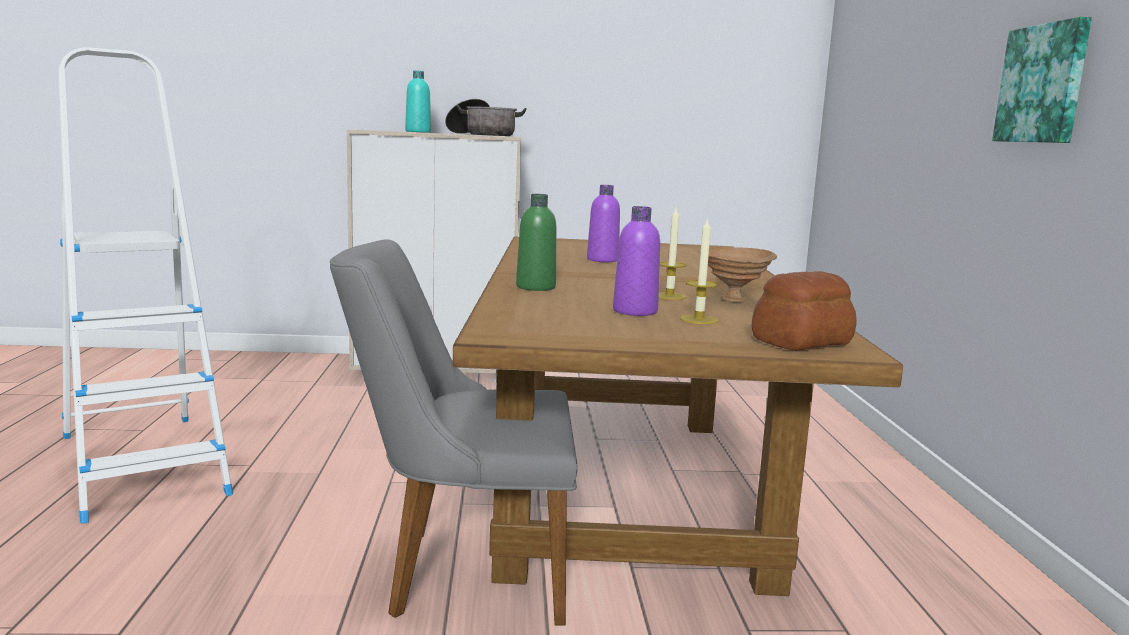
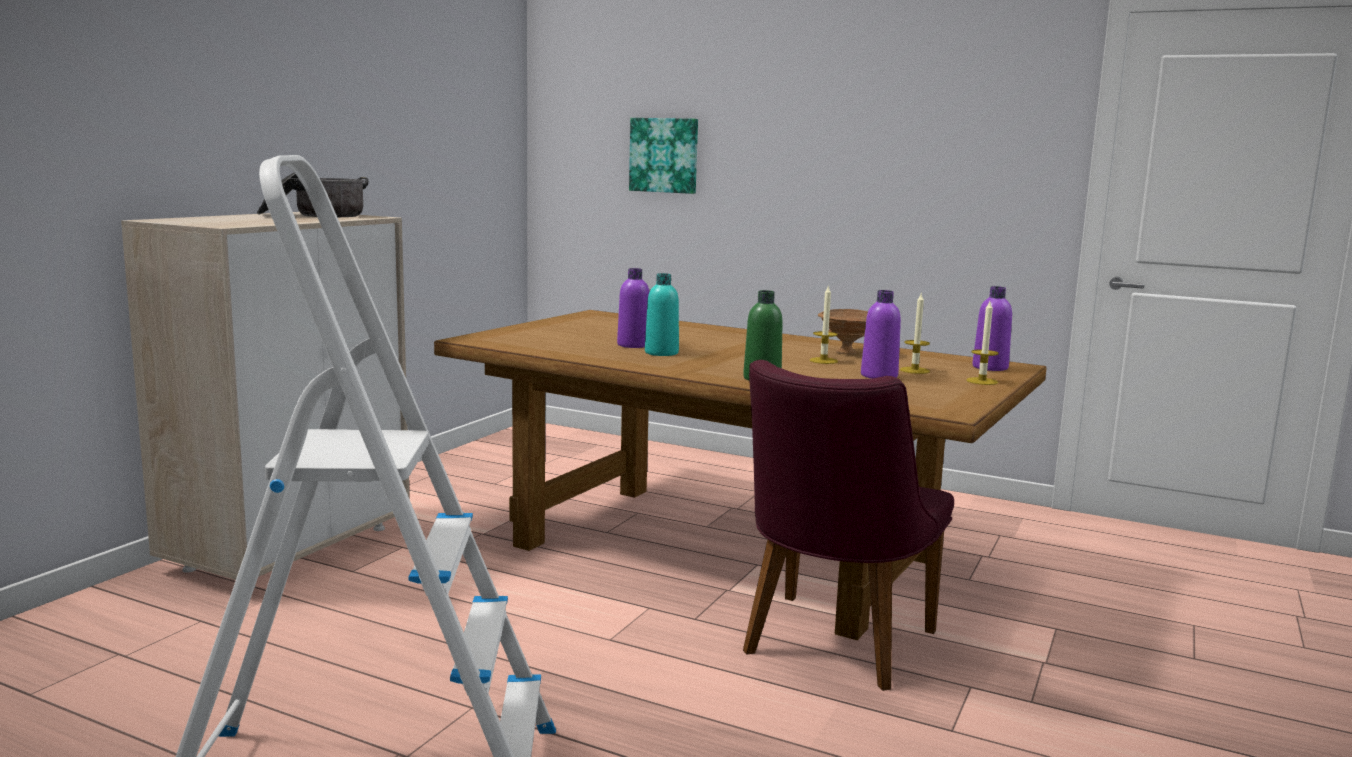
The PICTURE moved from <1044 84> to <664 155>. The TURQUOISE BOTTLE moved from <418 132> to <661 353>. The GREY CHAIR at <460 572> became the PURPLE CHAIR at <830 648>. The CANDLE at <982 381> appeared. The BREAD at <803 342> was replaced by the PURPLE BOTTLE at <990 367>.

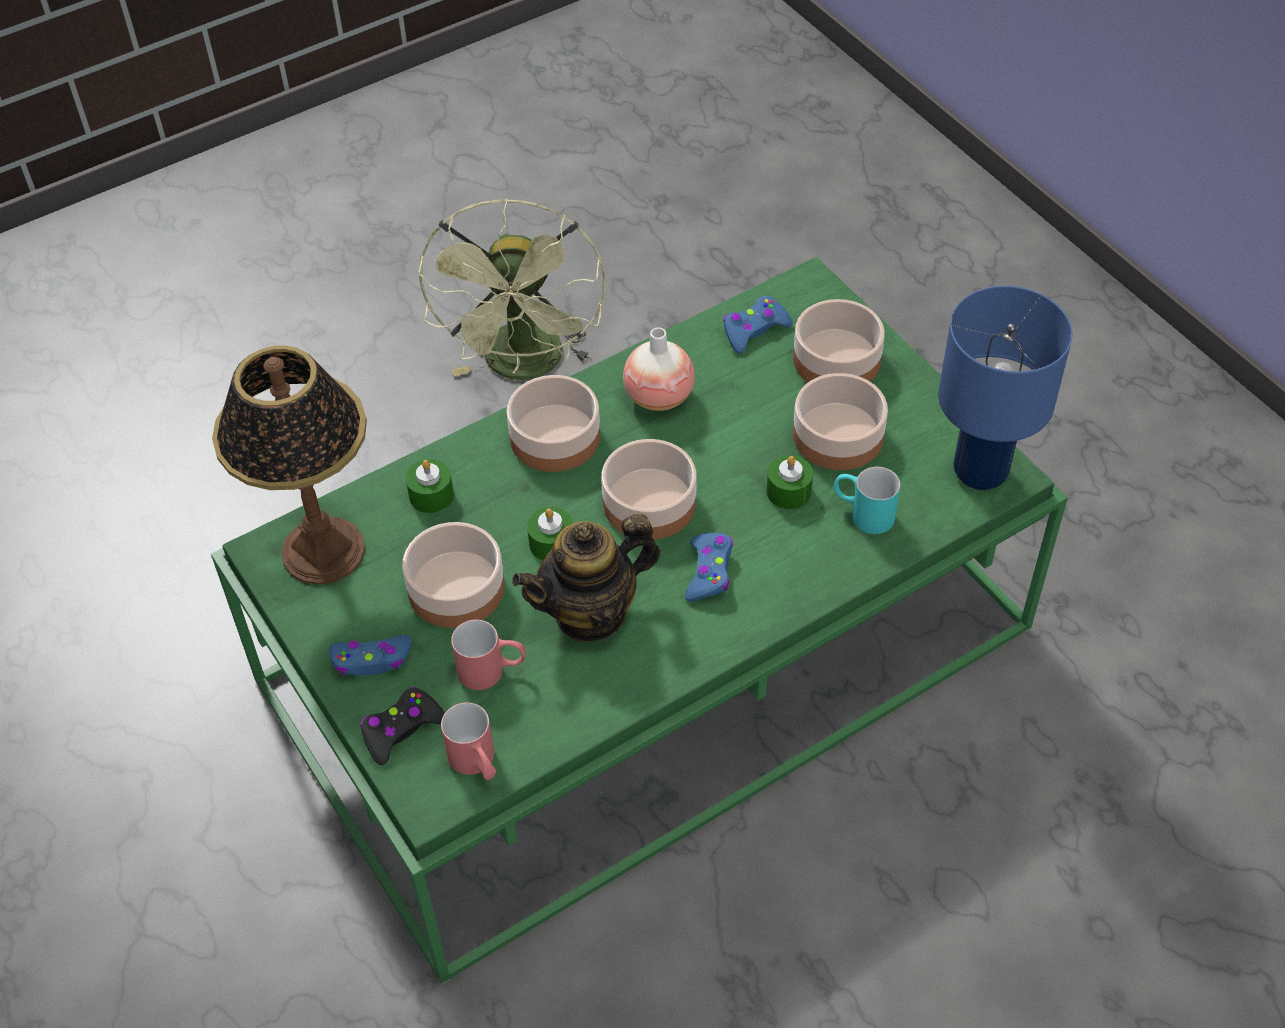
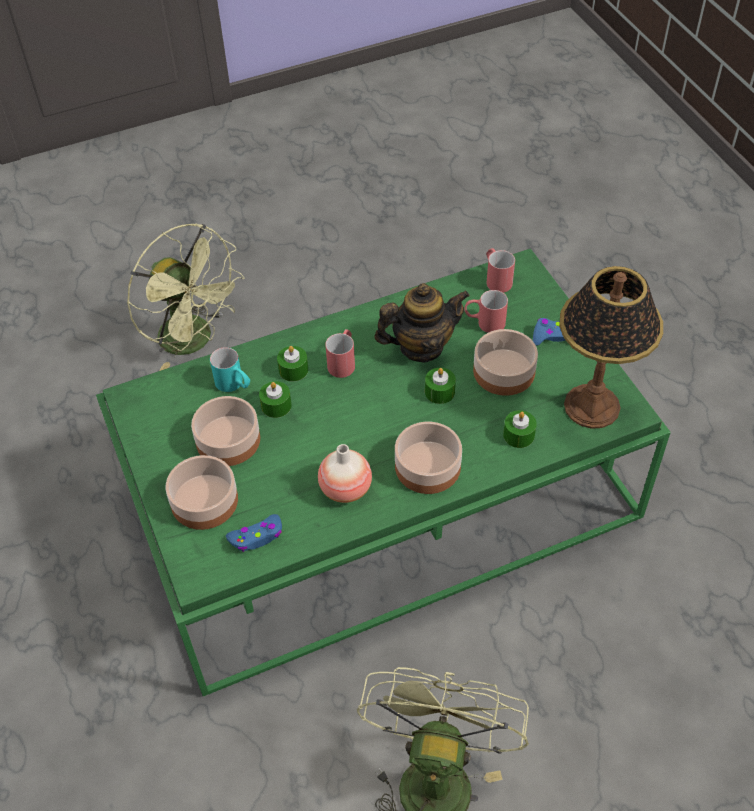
The GREEN FAN at <195 341> appeared. The GREEN CANDLE at <293 370> appeared. The BLUE GAME CONTROLLER at <709 572> was replaced by the RED MUG at <343 361>. The BLACK GAME CONTROLLER at <401 730> disappeared. The BOWL at <647 503> disappeared. The BLUE TABLE LAMP at <983 472> disappeared.

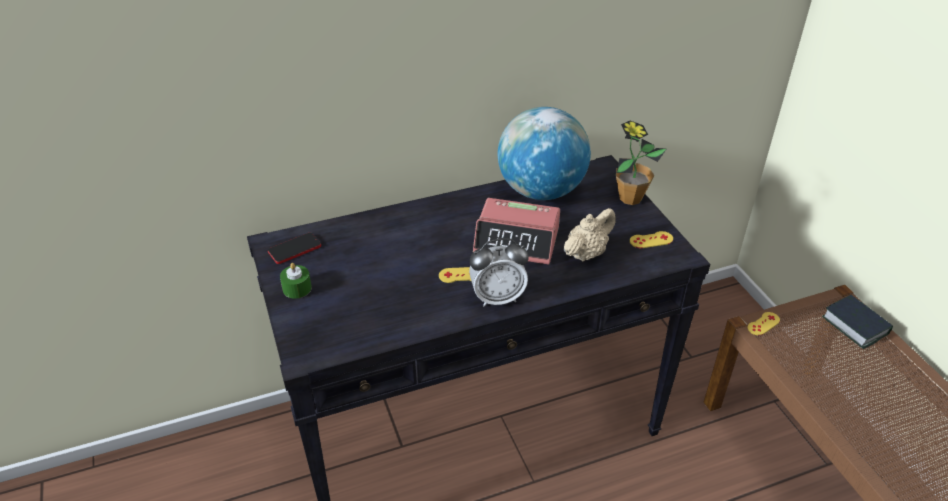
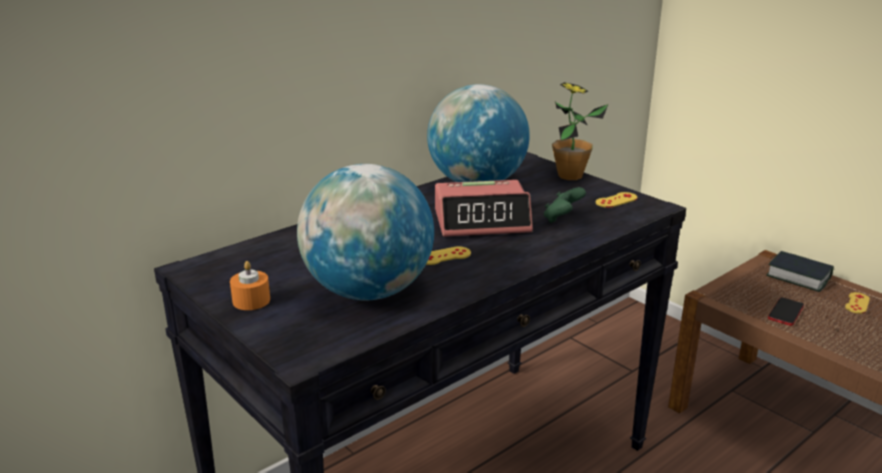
The GREEN CANDLE at <297 288> became the ORANGE CANDLE at <251 300>. The GLOBE at <368 291> appeared. The BEIGE TEAPOT at <586 253> was replaced by the GREEN GAME CONTROLLER at <562 219>. The PHONE moved from <294 249> to <785 312>. The YELLOW GAME CONTROLLER moved from <763 324> to <857 303>. The ALARM CLOCK at <497 298> disappeared.

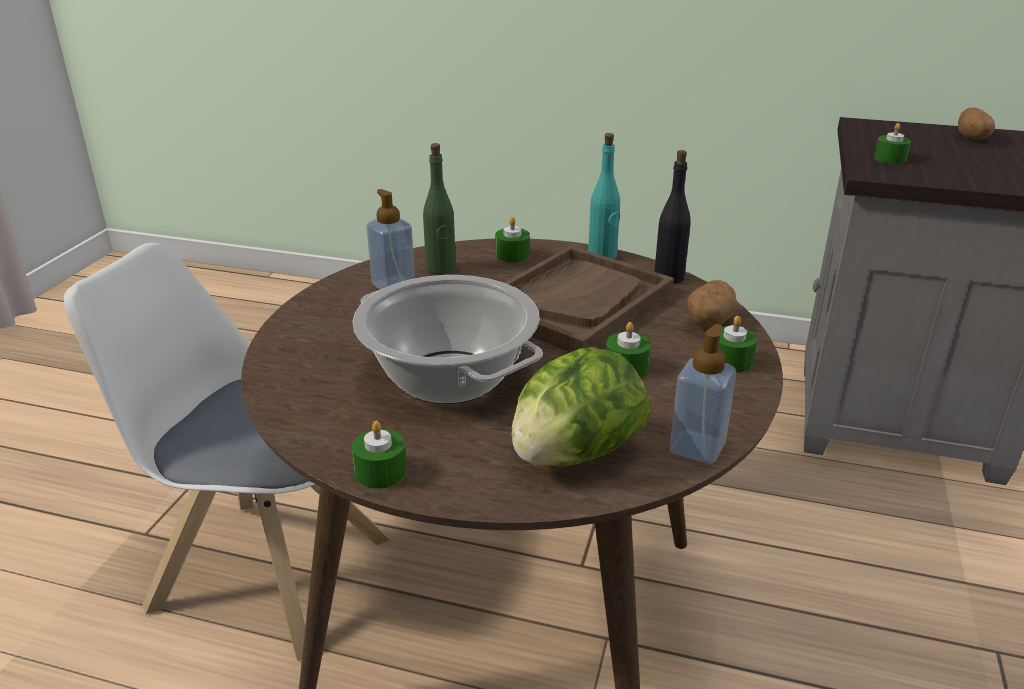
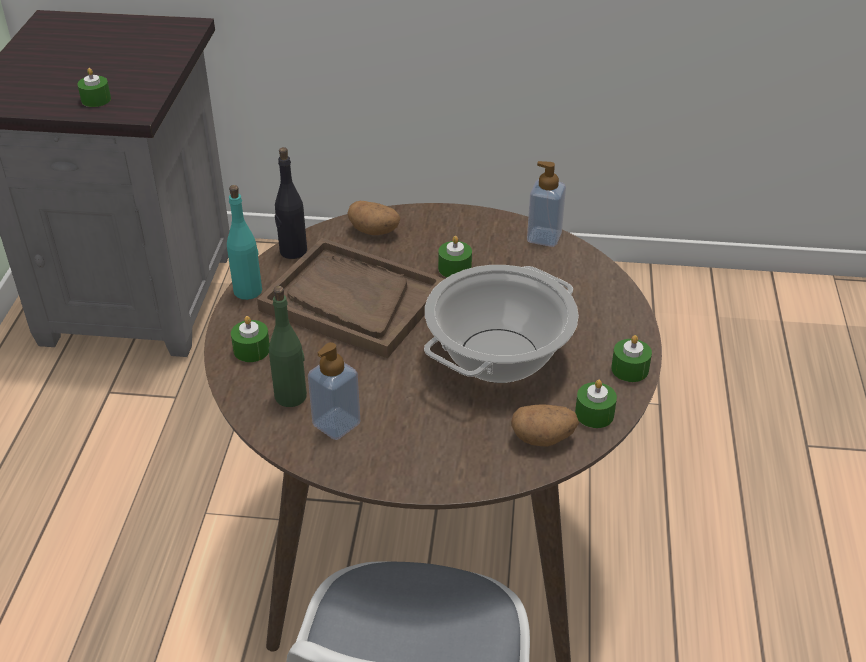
The POTATO moved from <972 138> to <543 438>. The GREEN CANDLE moved from <731 361> to <594 414>. The LETTUCE at <575 454> disappeared.

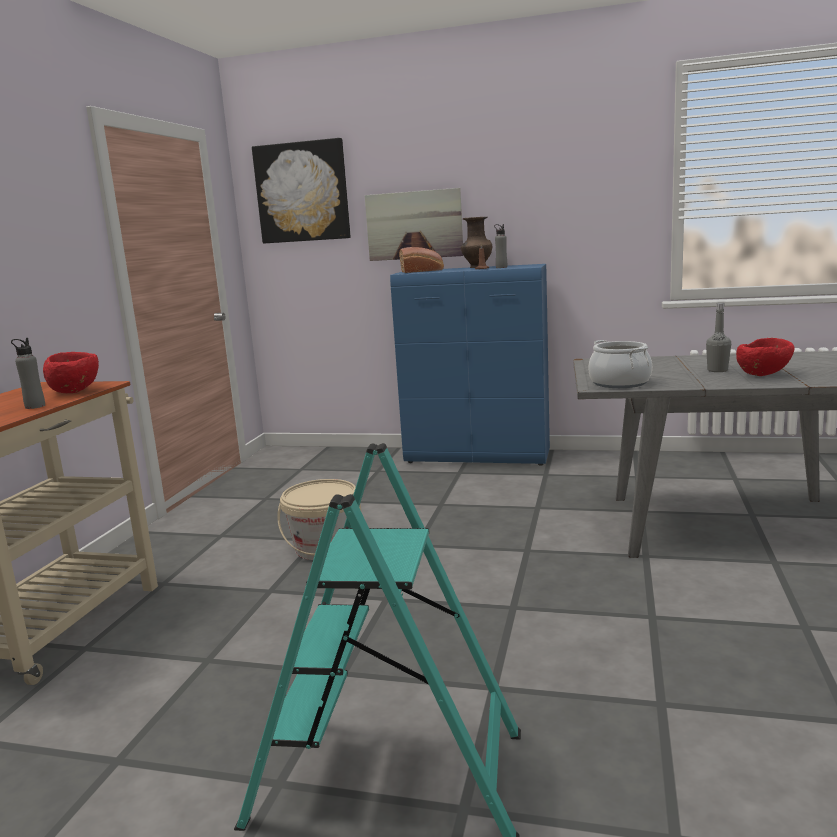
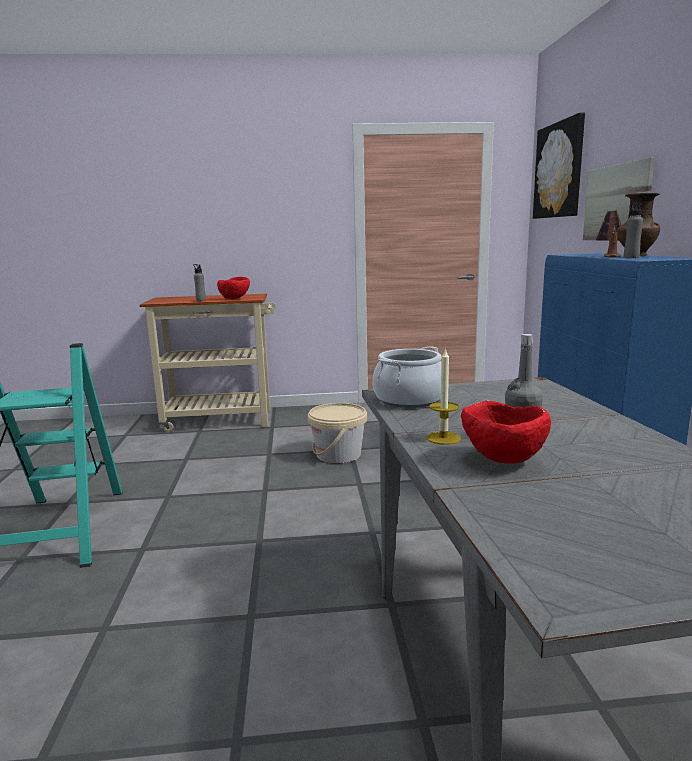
The CANDLE at <443 438> appeared. The BREAD at <422 271> disappeared.

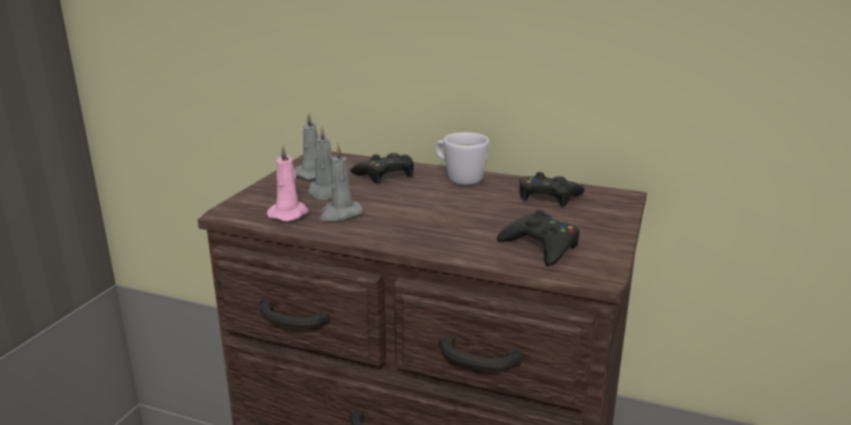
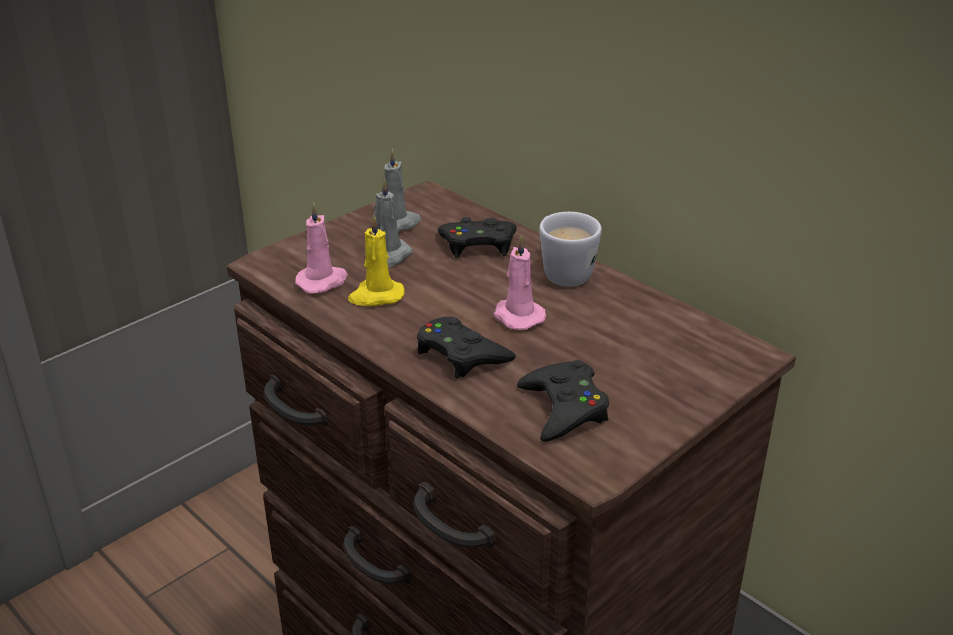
The GREY CANDLE at <340 214> became the YELLOW CANDLE at <376 296>. The BLACK GAME CONTROLLER moved from <547 197> to <461 354>. The PINK CANDLE at <517 316> appeared.

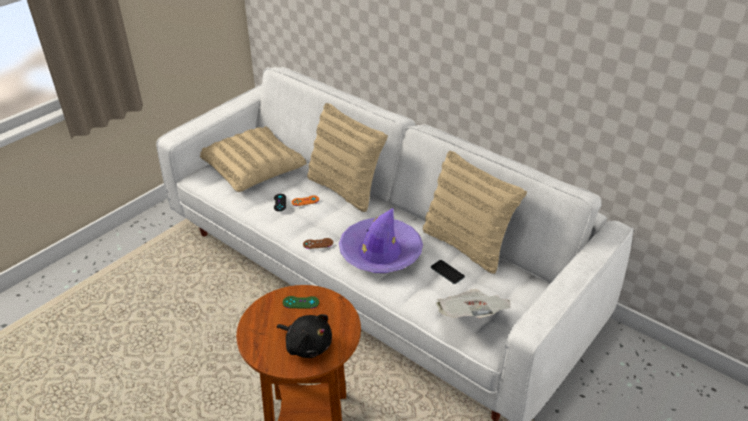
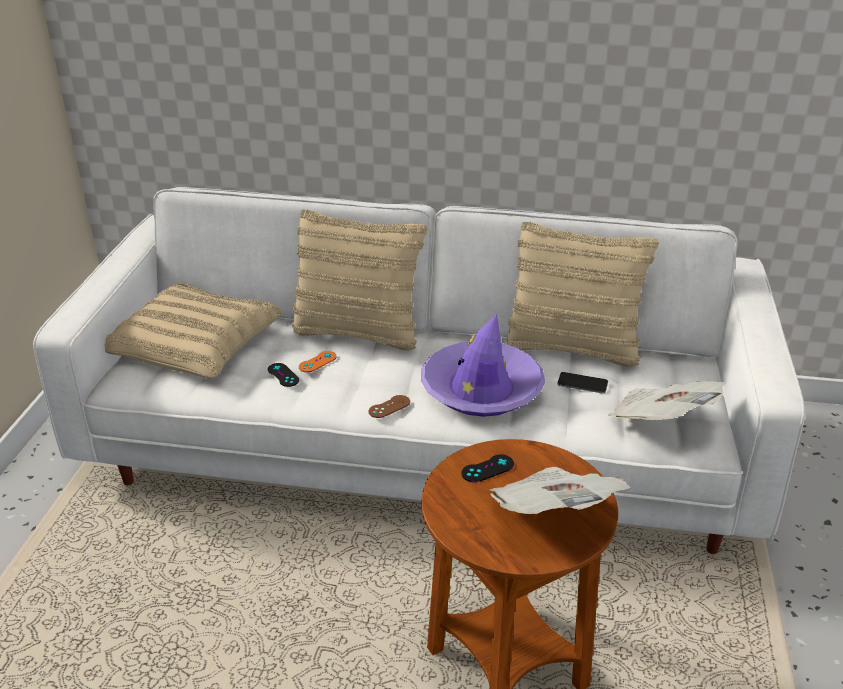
The GREEN GAME CONTROLLER at <301 302> became the BLACK GAME CONTROLLER at <487 469>. The BLACK PLUSH TOY at <307 345> was replaced by the NEWSPAPER at <553 516>.

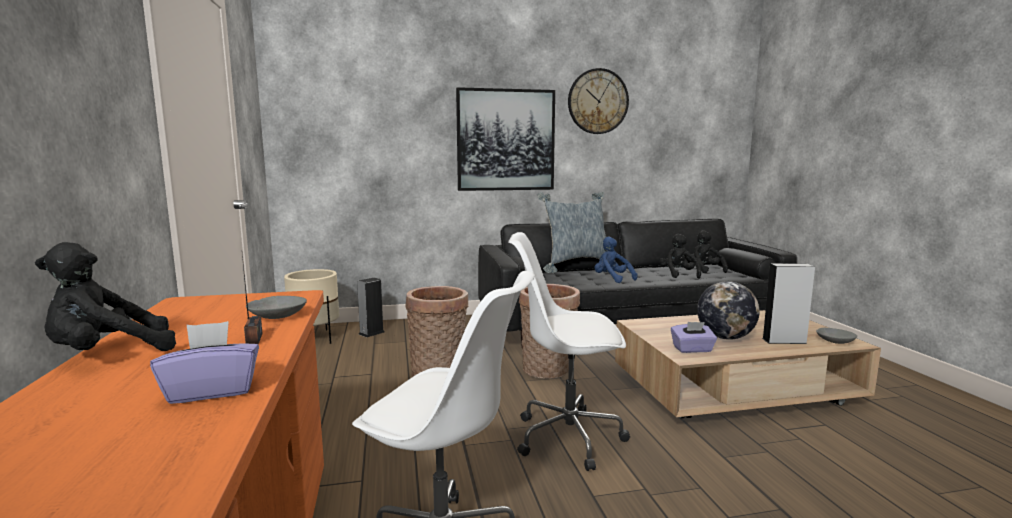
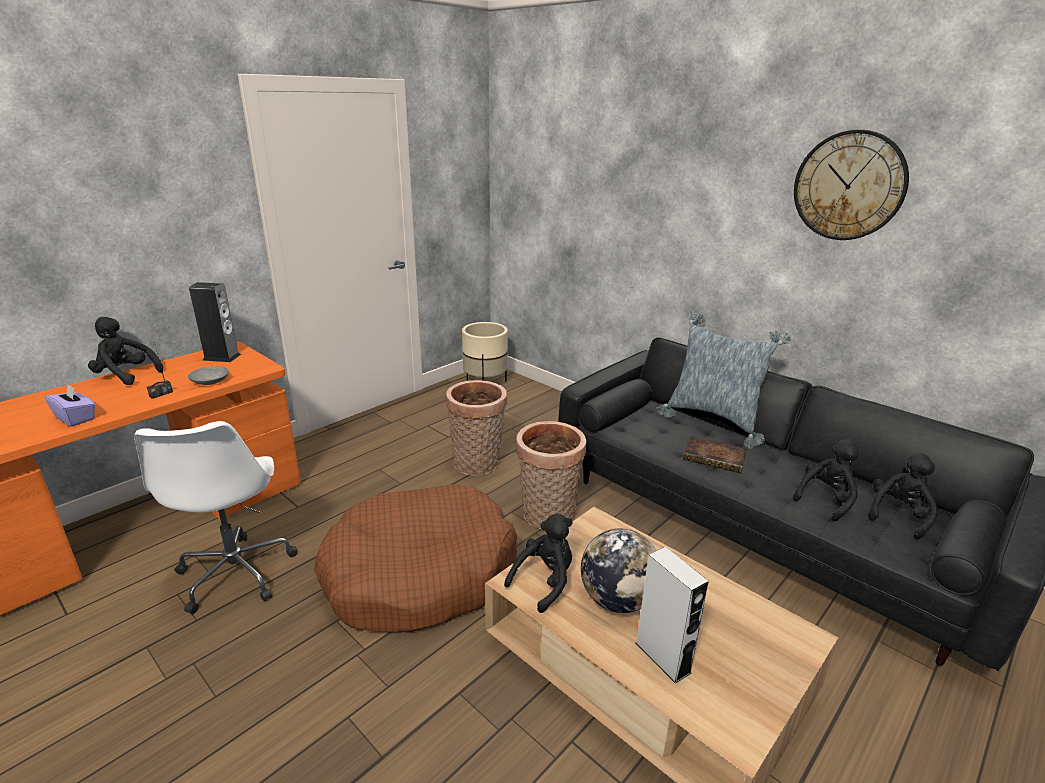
The SPEAKER moved from <371 333> to <222 357>. The WHITE OFFICE CHAIR at <565 437> was replaced by the BROWN DOG BED at <420 574>. The PURPLE TISSUE BOX at <692 349> was replaced by the BLACK PLUSH TOY at <544 582>. The BLUE PLUSH TOY at <612 279> was replaced by the BOOK at <715 458>. The PICTURE at <505 140> disappeared. The GREY BOWL at <835 341> disappeared.

